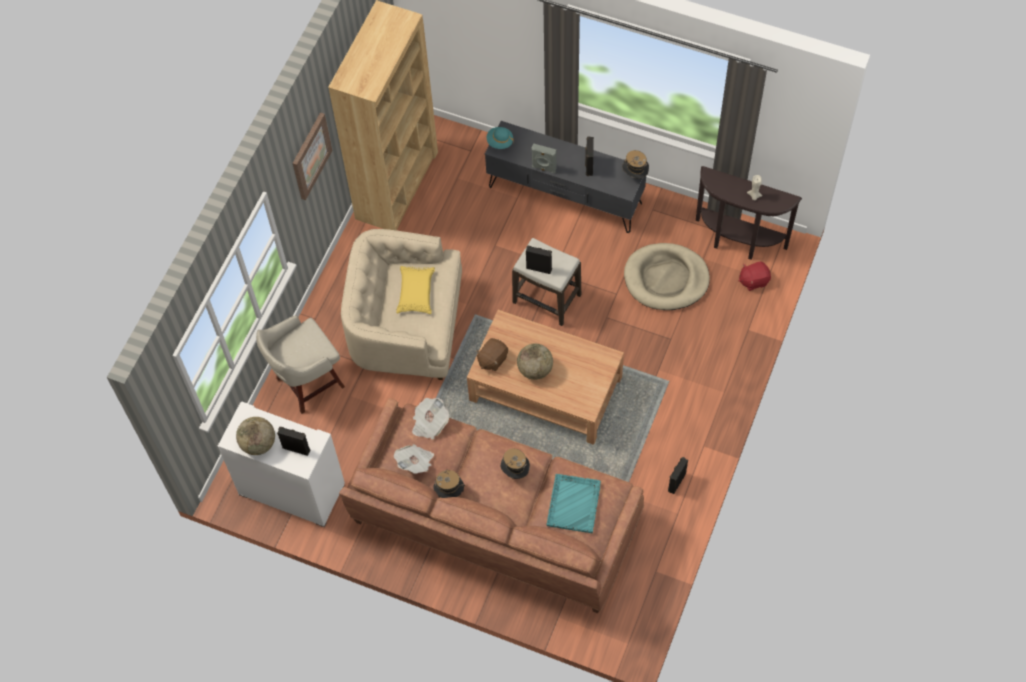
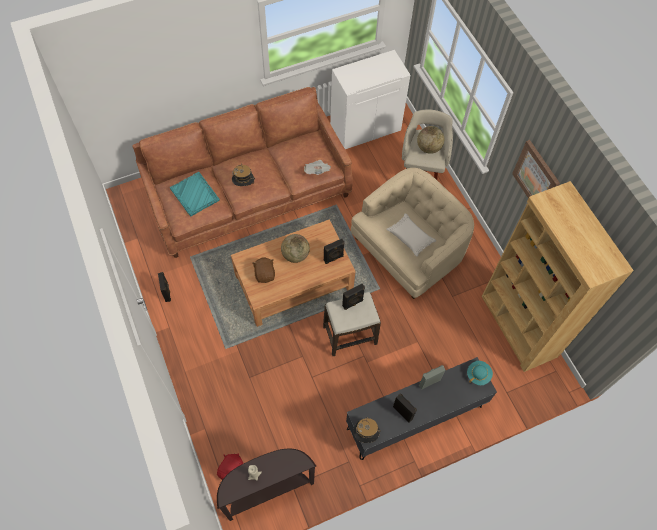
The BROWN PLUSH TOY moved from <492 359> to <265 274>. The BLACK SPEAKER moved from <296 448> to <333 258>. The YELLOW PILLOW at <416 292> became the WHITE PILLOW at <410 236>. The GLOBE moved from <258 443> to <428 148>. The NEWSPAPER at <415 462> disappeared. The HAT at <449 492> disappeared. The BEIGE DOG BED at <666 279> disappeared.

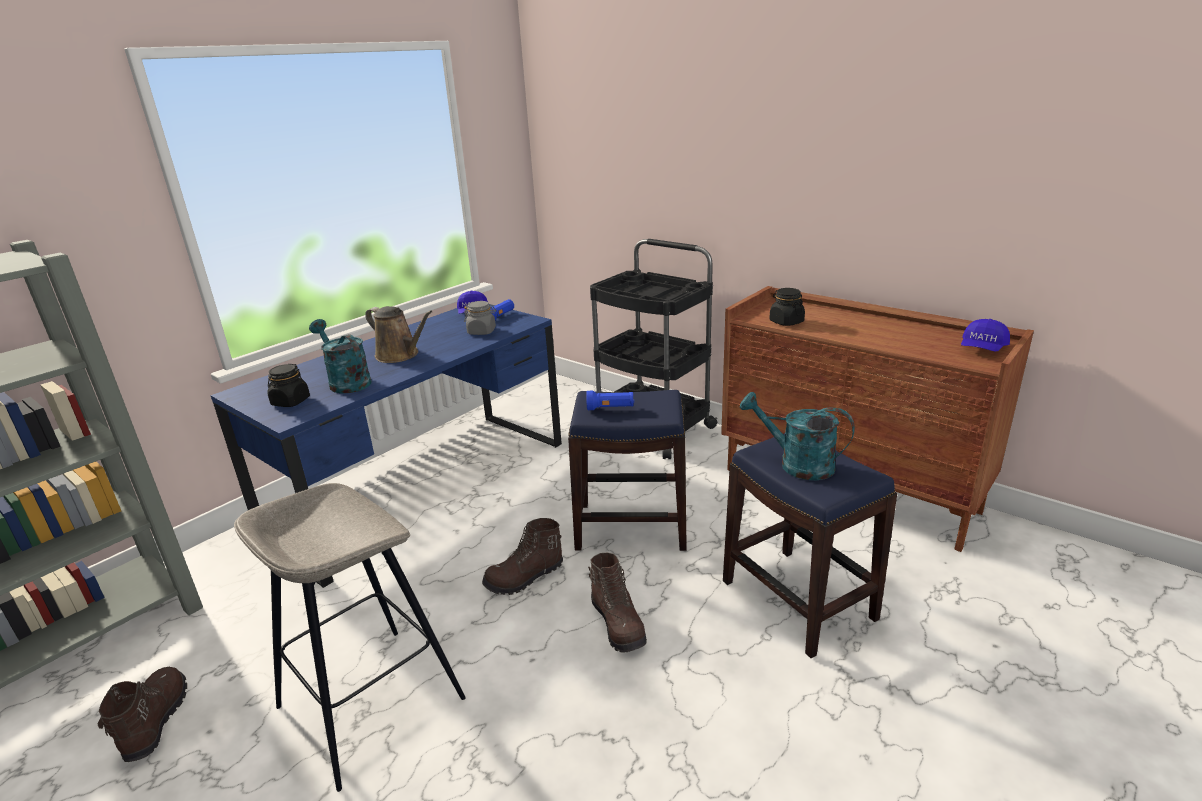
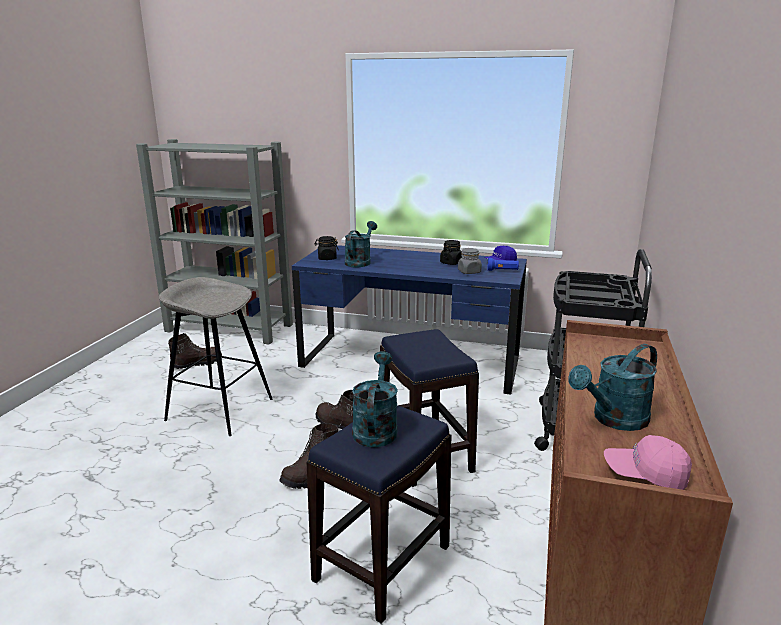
The BLACK JAR moved from <786 322> to <451 263>. The TURQUOISE WATERING CAN at <614 420> appeared. The BLUE CAP at <982 349> became the PINK CAP at <645 475>. The BROWN WATERING CAN at <400 355> disappeared. The BLUE FLASHLIGHT at <610 408> disappeared.

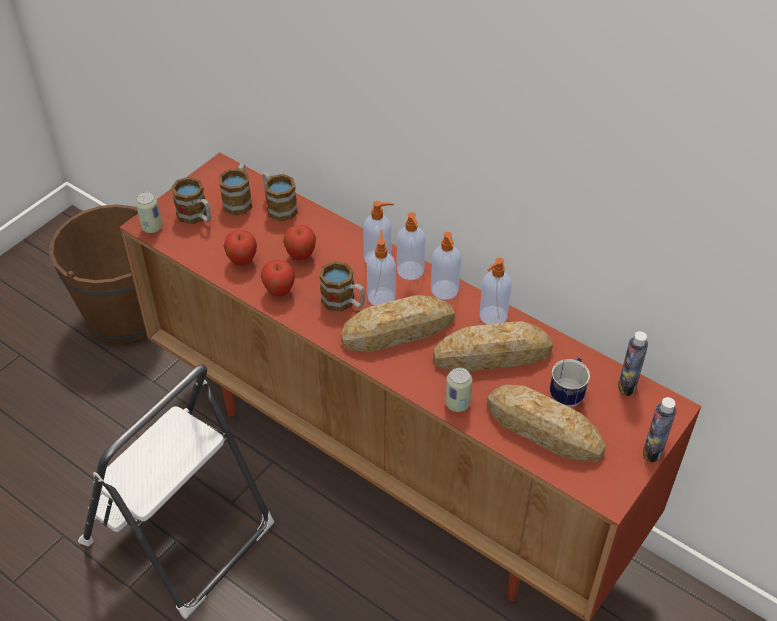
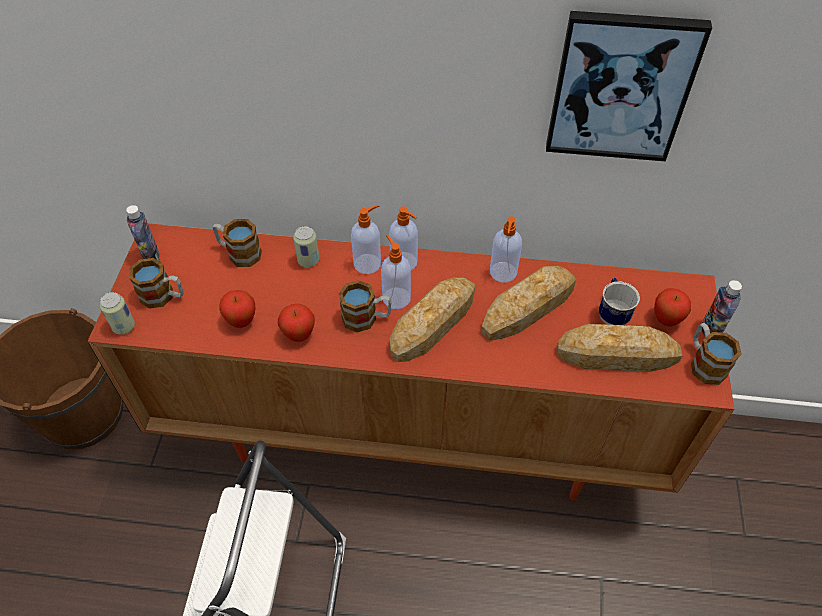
The BOTTLE moved from <627 385> to <151 257>. The CAN moved from <457 404> to <308 260>. The PICTURE at <621 87> appeared. The APPLE moved from <301 256> to <666 319>. The MUG moved from <239 200> to <704 363>. The SOAP DISPENSER at <445 291> disappeared.

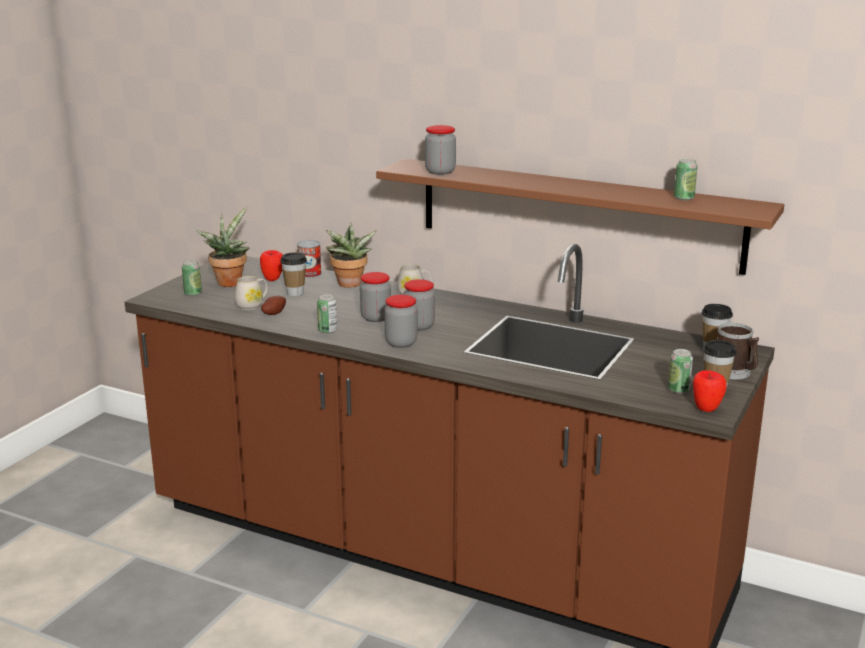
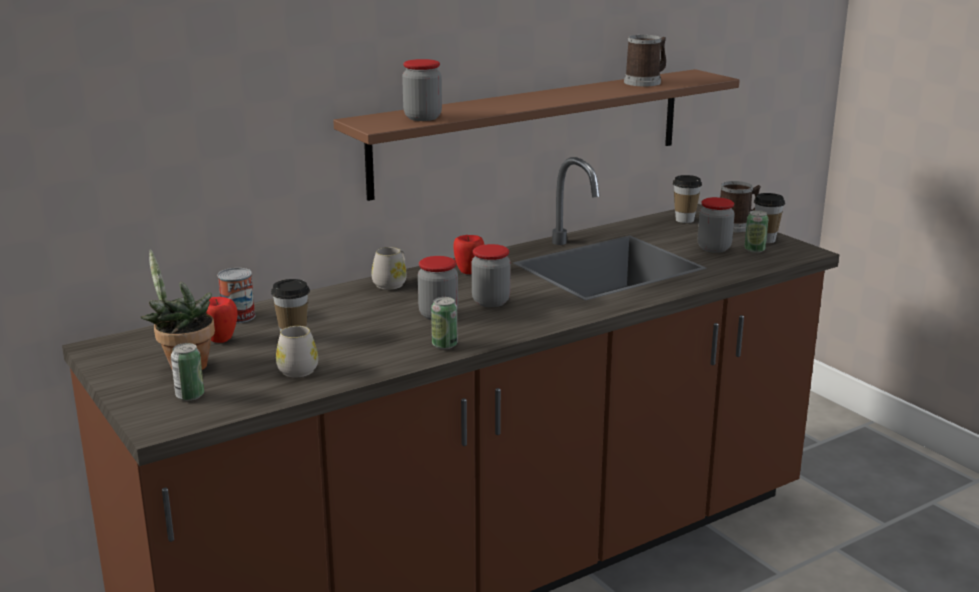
The APPLE moved from <706 408> to <469 271>. The CAN at <684 198> was replaced by the MUG at <646 82>. The JAR moved from <401 343> to <714 248>. The POTATO at <273 313> disappeared. The POTTED PLANT at <349 285> disappeared.

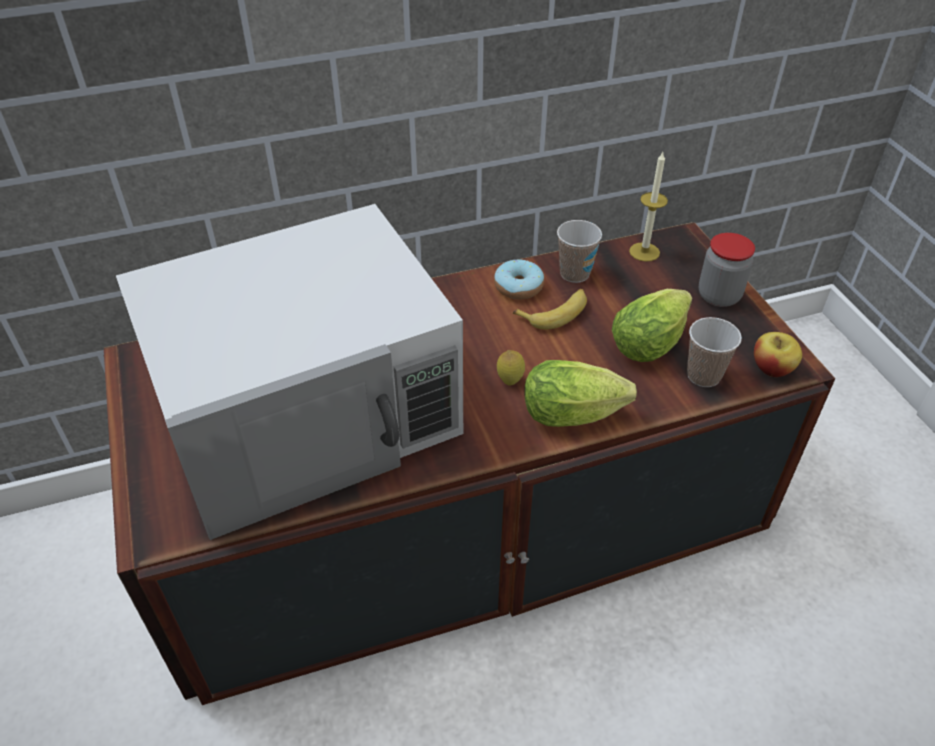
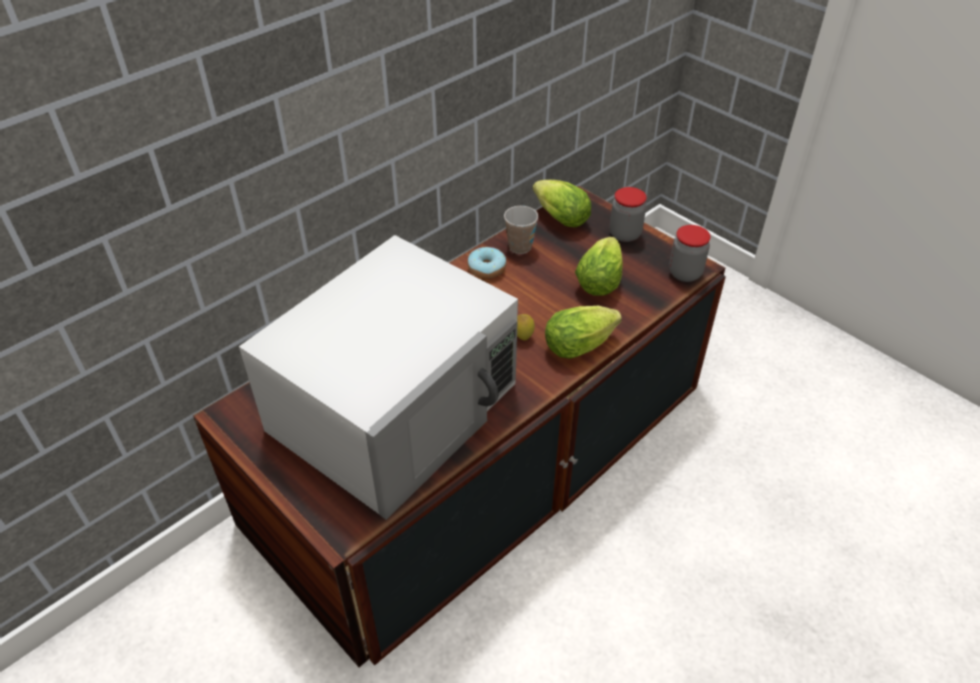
The CANDLE at <644 252> was replaced by the LETTUCE at <558 217>. The APPLE at <772 368> was replaced by the JAR at <685 273>. The BANANA at <555 313> disappeared. The CUP at <703 375> disappeared.

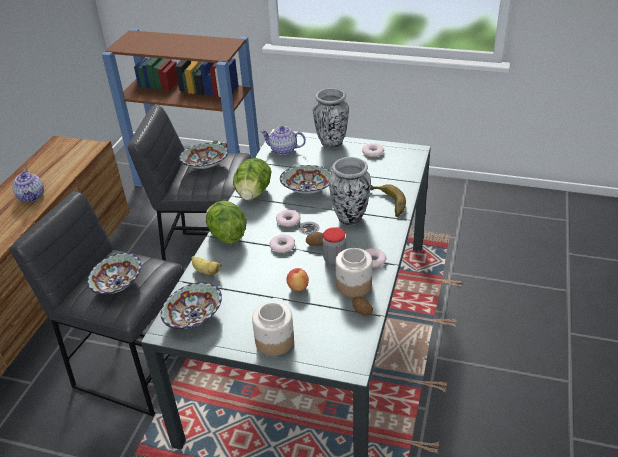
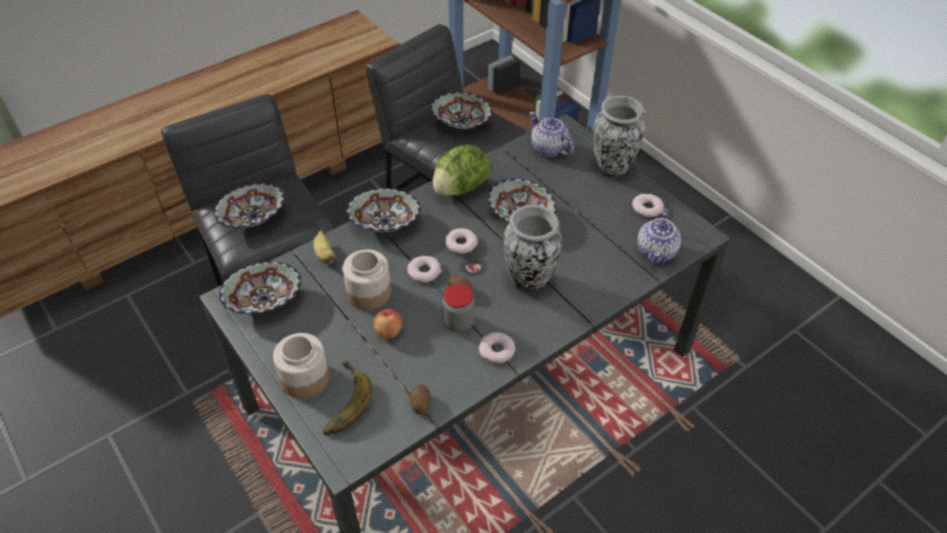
The BANANA moved from <386 203> to <340 402>. The JAR moved from <353 285> to <368 293>. The LETTUCE at <226 235> was replaced by the BOWL at <385 224>. The TEAPOT moved from <32 196> to <656 252>.

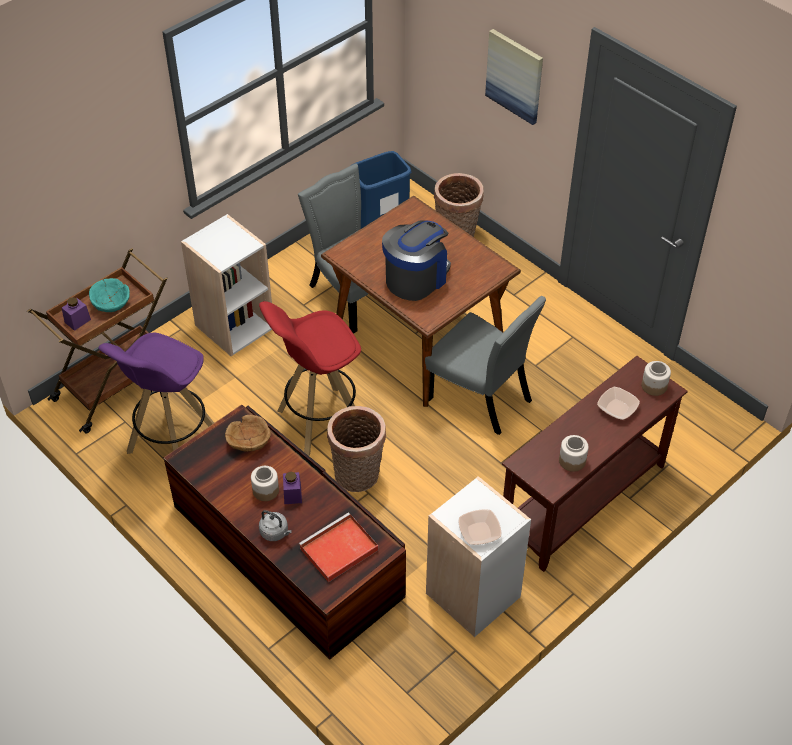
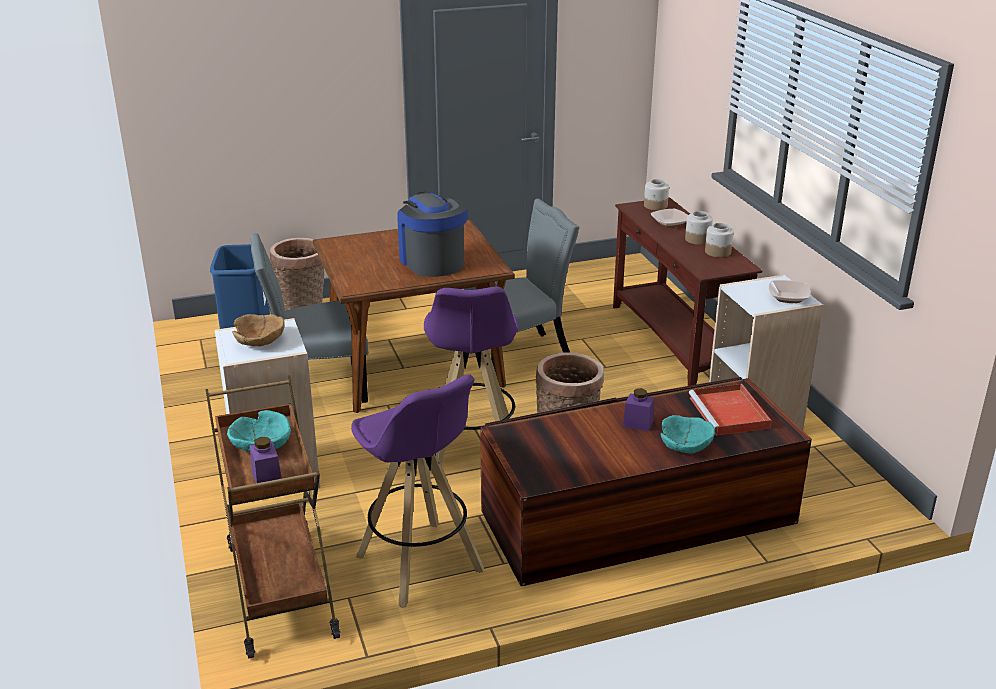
The BROWN BOWL moved from <249 441> to <260 340>. The RED STOOL at <318 421> became the PURPLE STOOL at <472 452>. The GREY KETTLE at <275 532> was replaced by the TURQUOISE BOWL at <686 445>. The JAR moved from <265 490> to <697 239>. The PICTURE at <515 76> disappeared.

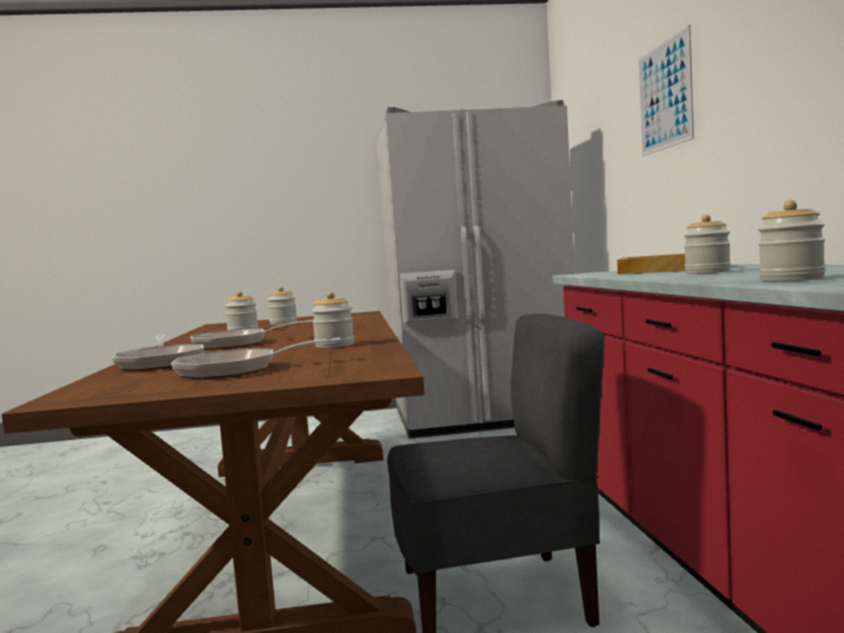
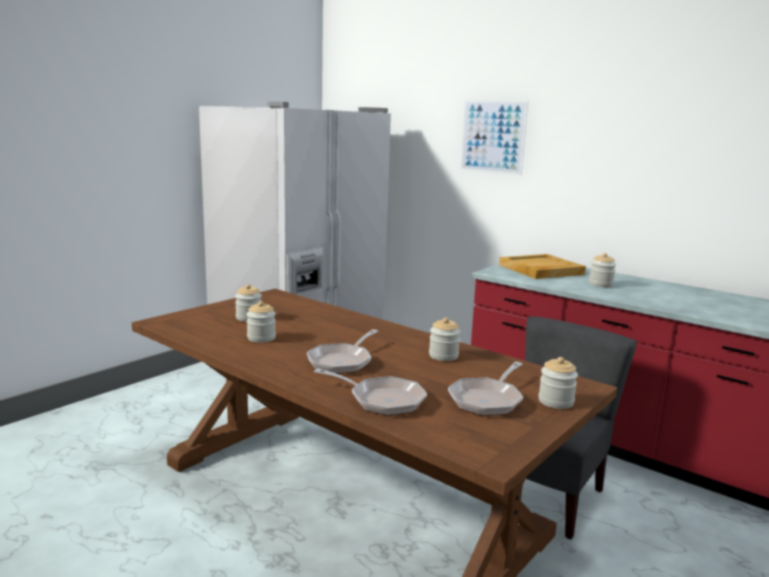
The JAR moved from <791 279> to <556 401>.

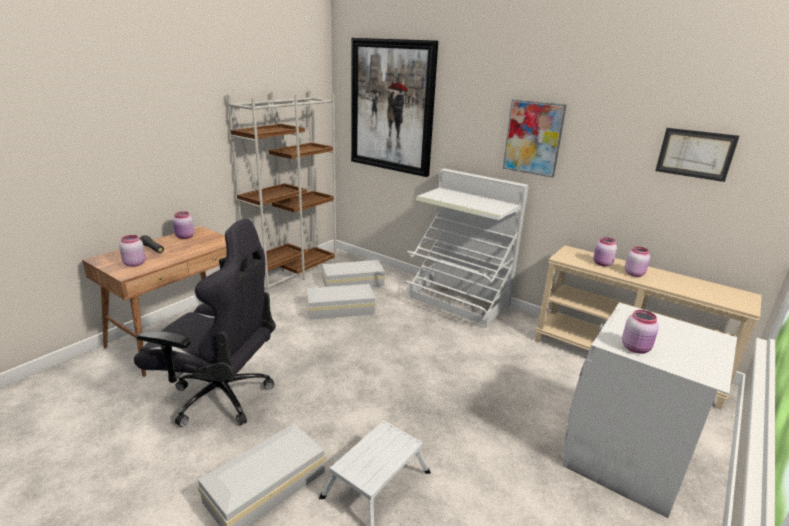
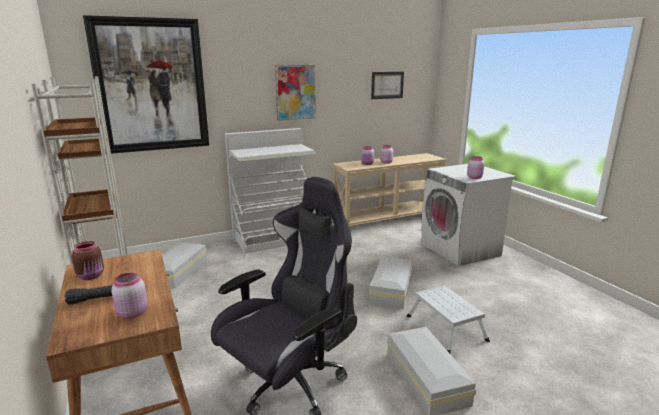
The PINK JAR at <185 237> became the BROWN JAR at <91 276>. The WHITE STORAGE BOX moved from <341 309> to <392 288>.

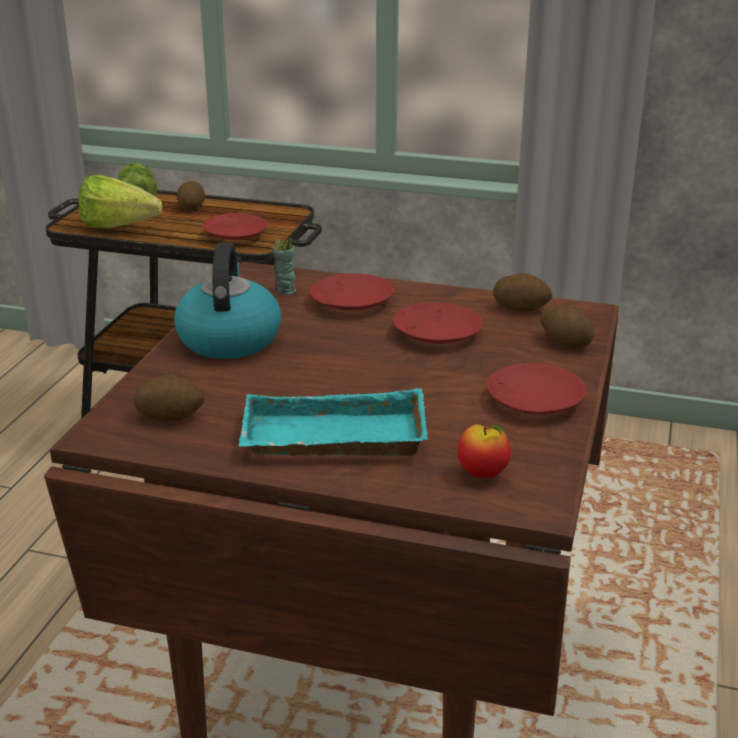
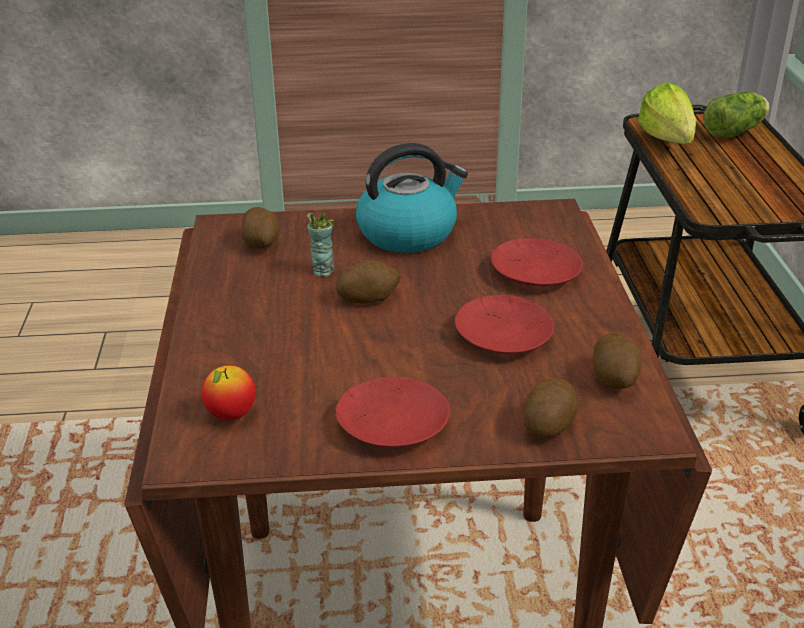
The CUP moved from <285 291> to <322 270>. The POTATO moved from <191 207> to <368 298>. The RED PLATE at <235 234> disappeared. The TURQUOISE TRAY at <331 440> disappeared.

